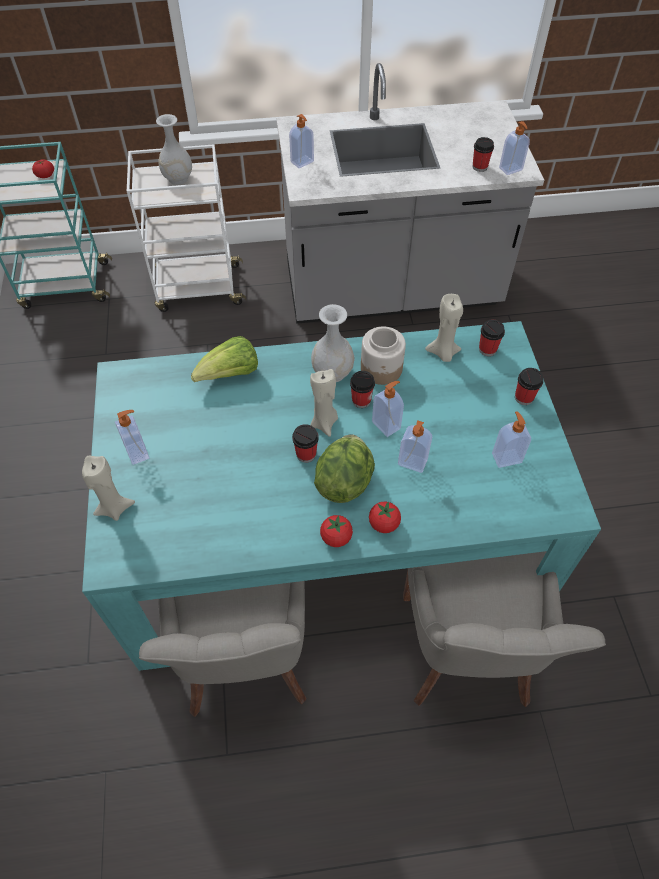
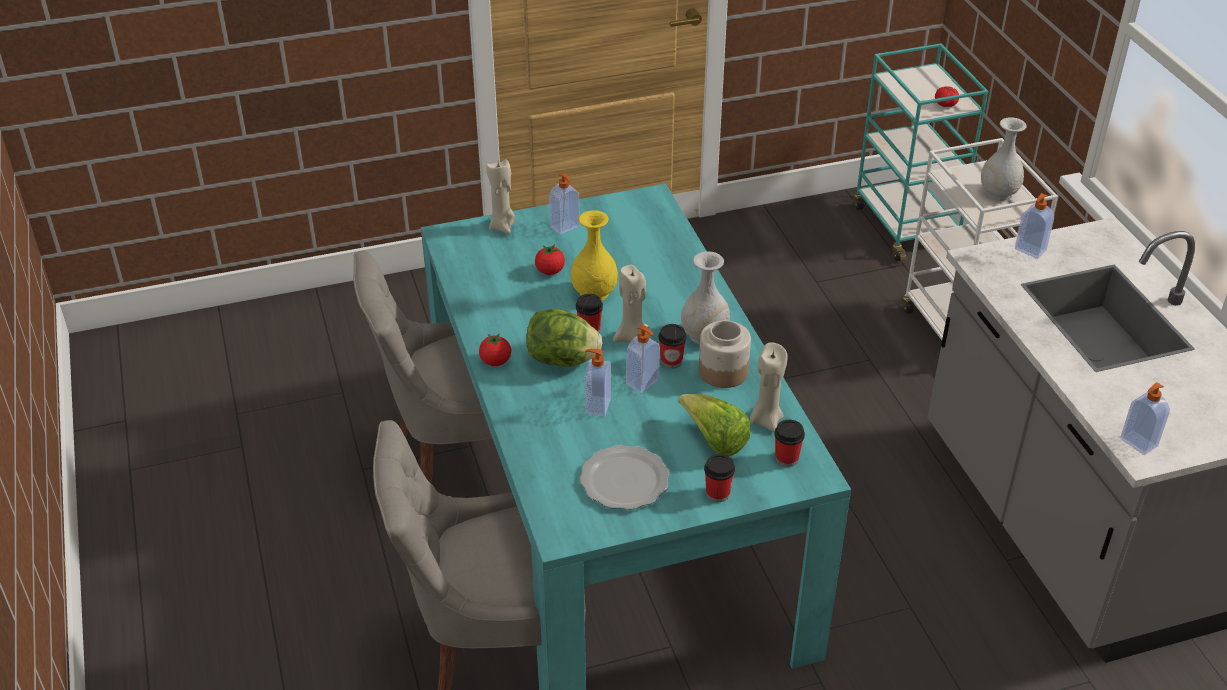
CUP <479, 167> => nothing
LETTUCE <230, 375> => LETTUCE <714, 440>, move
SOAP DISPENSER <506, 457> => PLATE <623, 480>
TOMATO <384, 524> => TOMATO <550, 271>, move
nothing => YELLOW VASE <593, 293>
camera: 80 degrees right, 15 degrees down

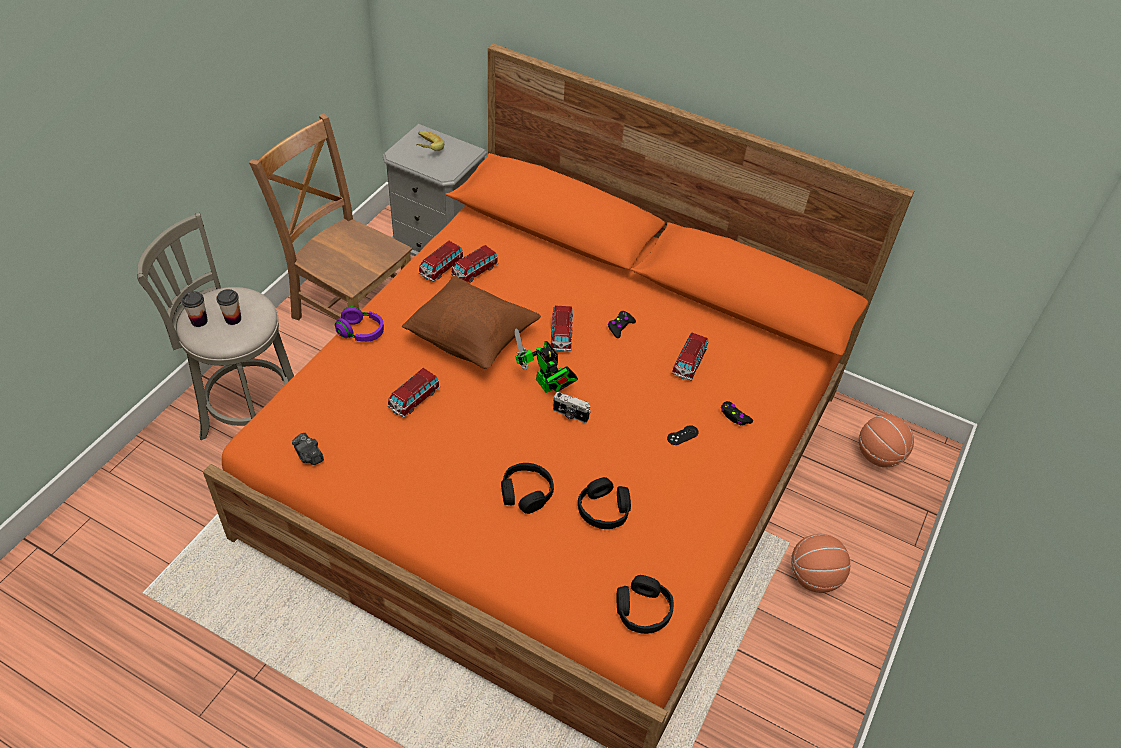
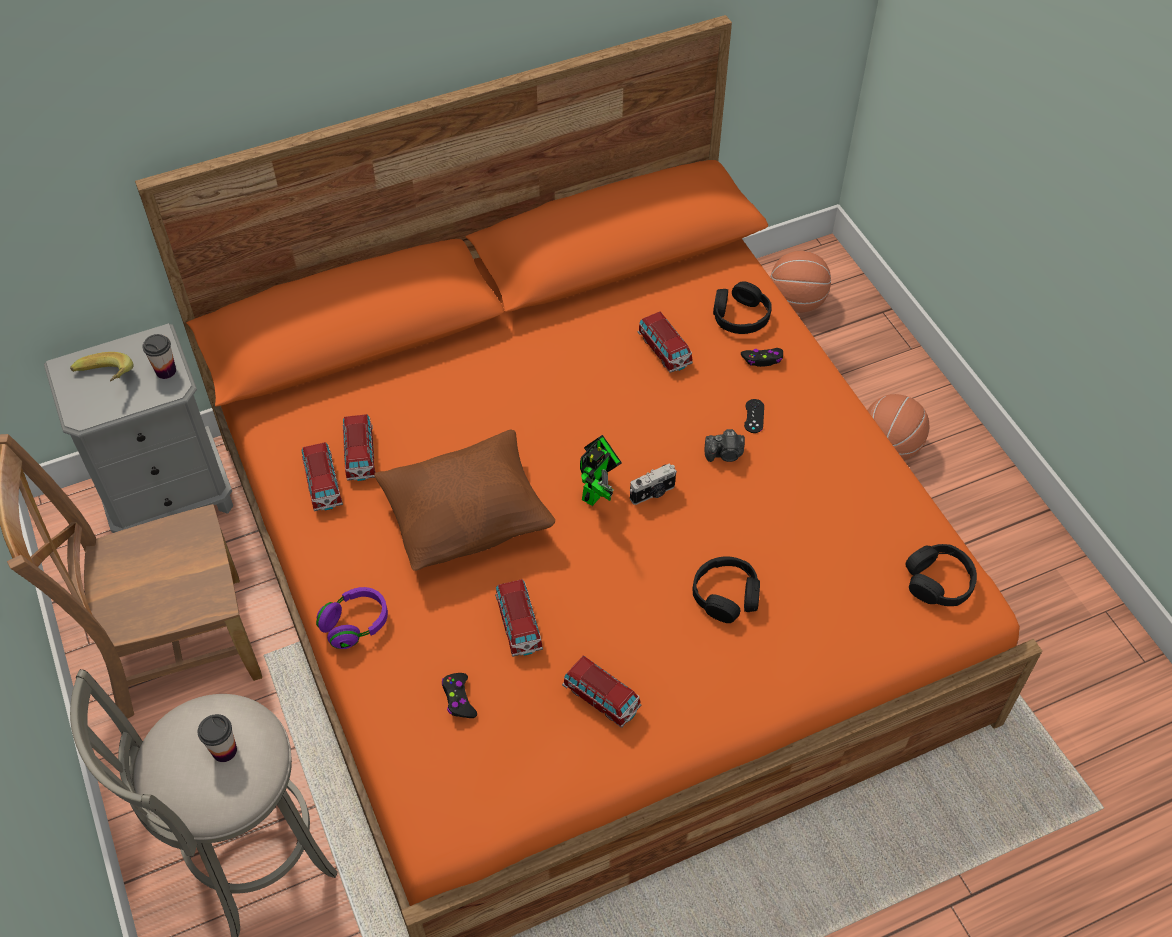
CUP <199, 321> => CUP <166, 371>, move
TOY CAR <561, 335> => TOY CAR <601, 698>, move
BLACK GAME CONTROLLER <620, 327> => BLACK GAME CONTROLLER <459, 699>, move
TOY ROBOT <547, 386> => TOY ROBOT <598, 490>, 60 degrees counterclockwise
PHOTO CAMERA <309, 456> => PHOTO CAMERA <725, 454>, move
BLACK HEADPHONES <604, 509> => BLACK HEADPHONES <740, 316>, move
camera: 50 degrees left, 5 degrees up

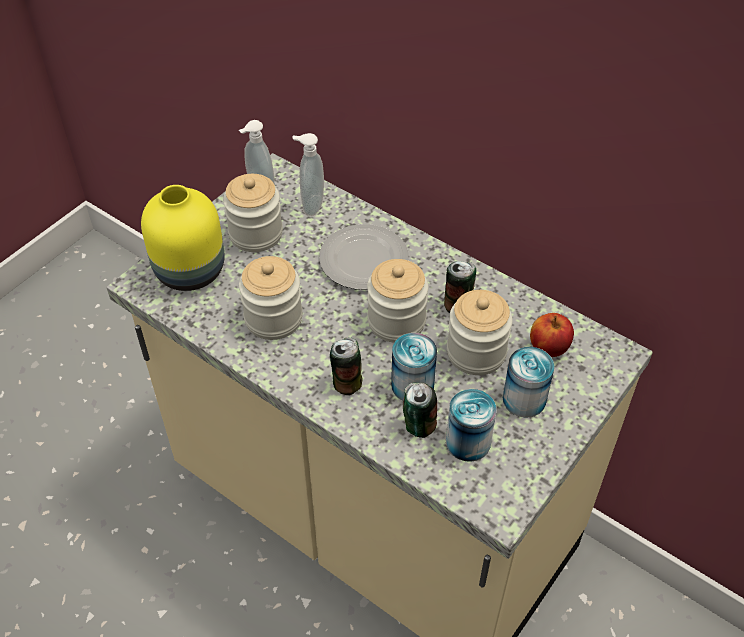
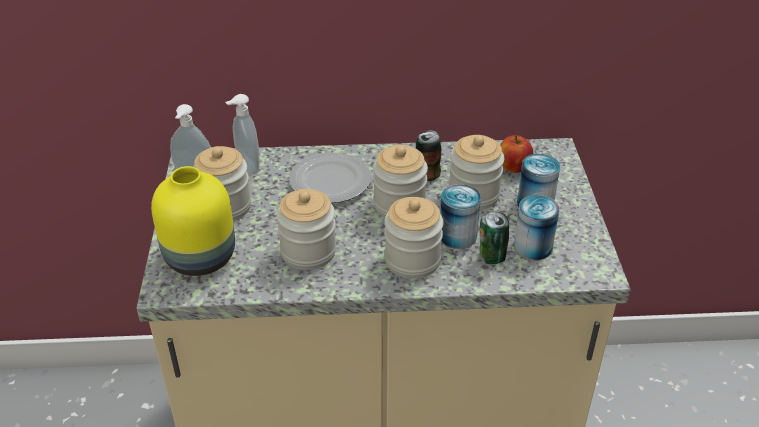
CAN <347, 382> => JAR <412, 260>
camera: 40 degrees left, 10 degrees down

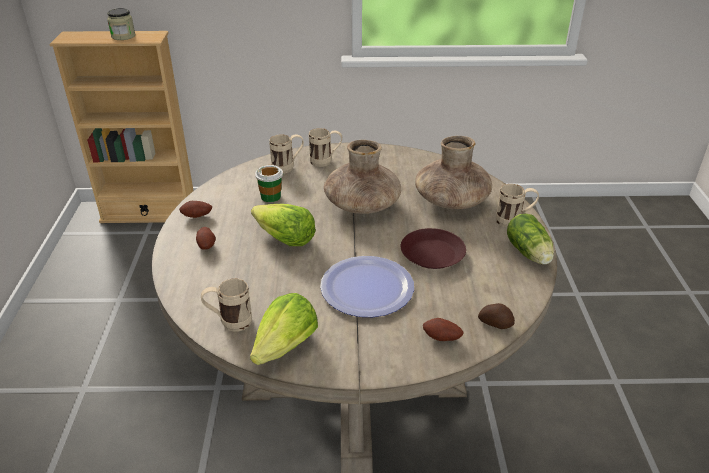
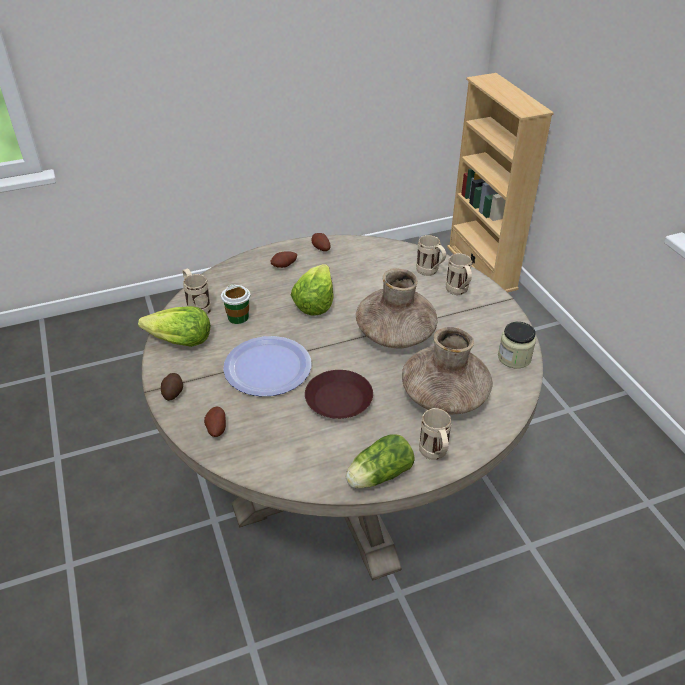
JAR <123, 36> => JAR <514, 358>, move
CUP <271, 196> => CUP <238, 317>, move
POTATO <495, 323> => POTATO <173, 392>, move
camera: 70 degrees right, 5 degrees up

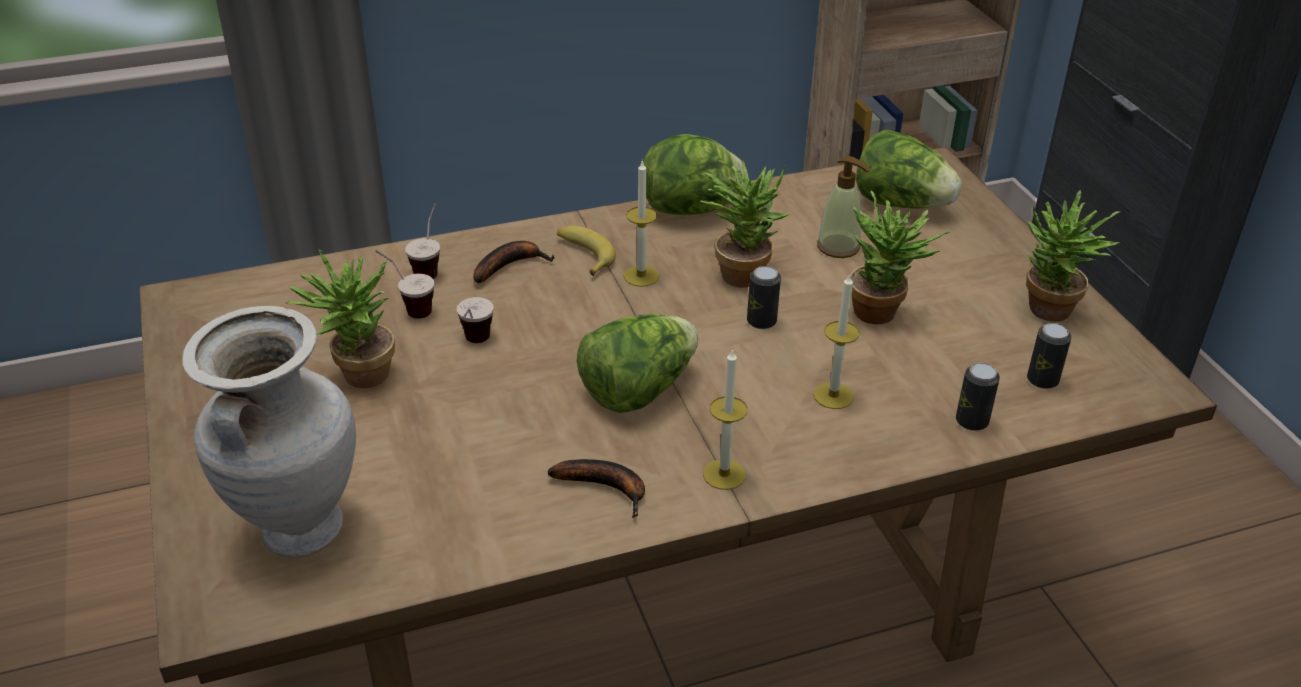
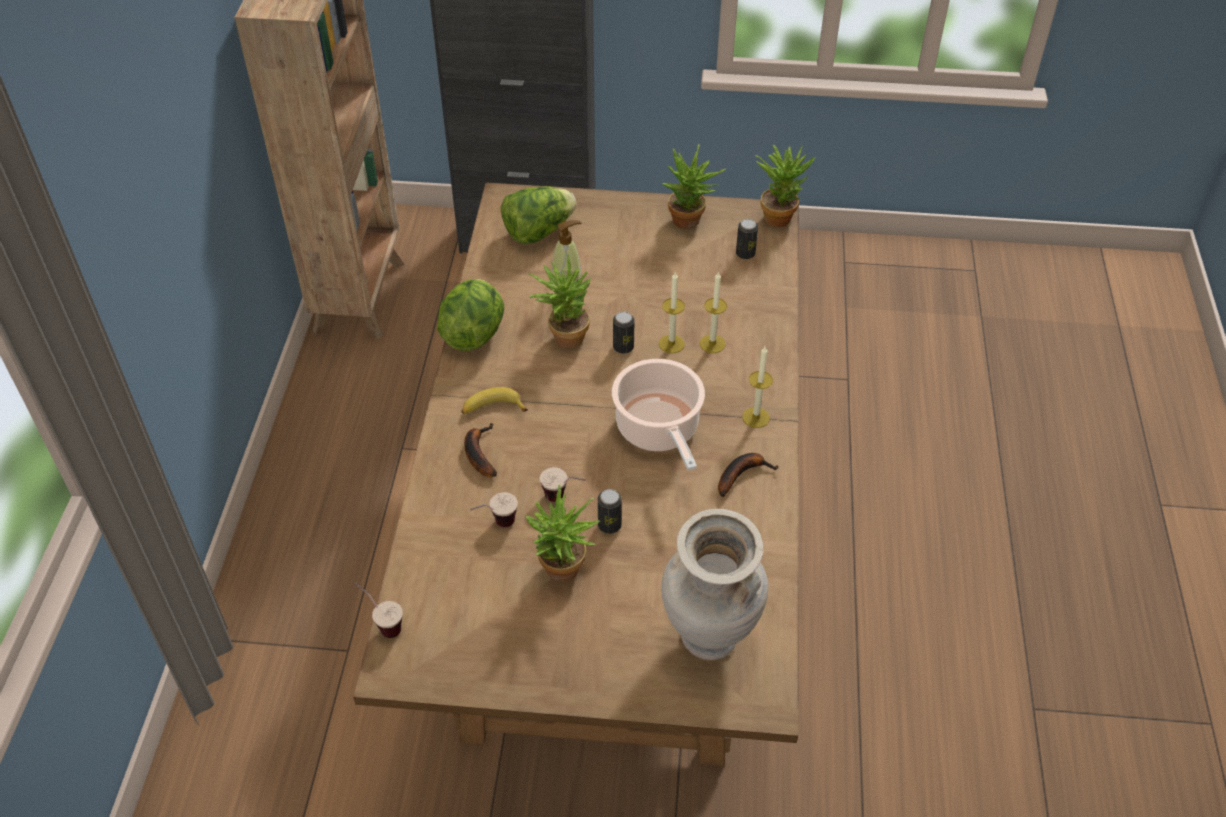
CANDLE <641, 276> => CANDLE <671, 344>, move
POTTED PLANT <883, 313> => POTTED PLANT <780, 215>, move
CUP <430, 267> => CUP <382, 623>, move
LETTUCE <638, 390> => COOKING POT <659, 430>
CAN <971, 421> => CAN <609, 525>, move
camera: 65 degrees left, 10 degrees up

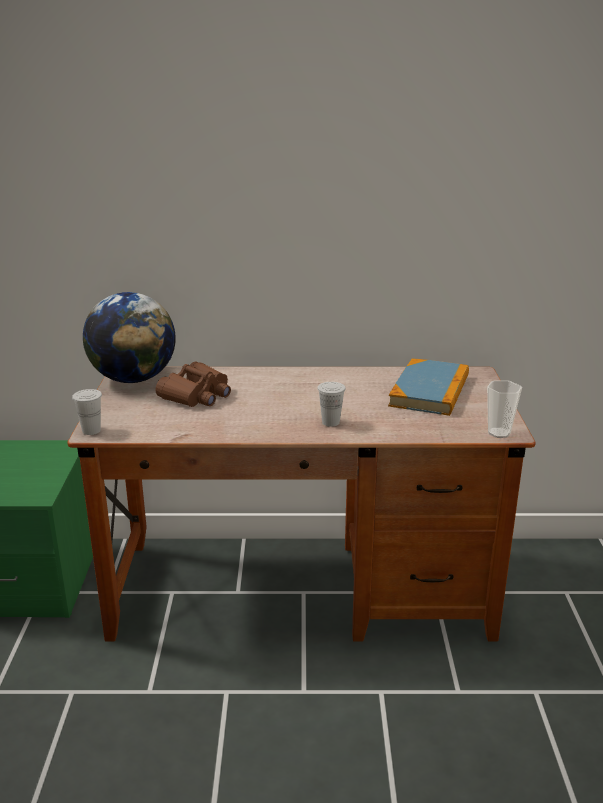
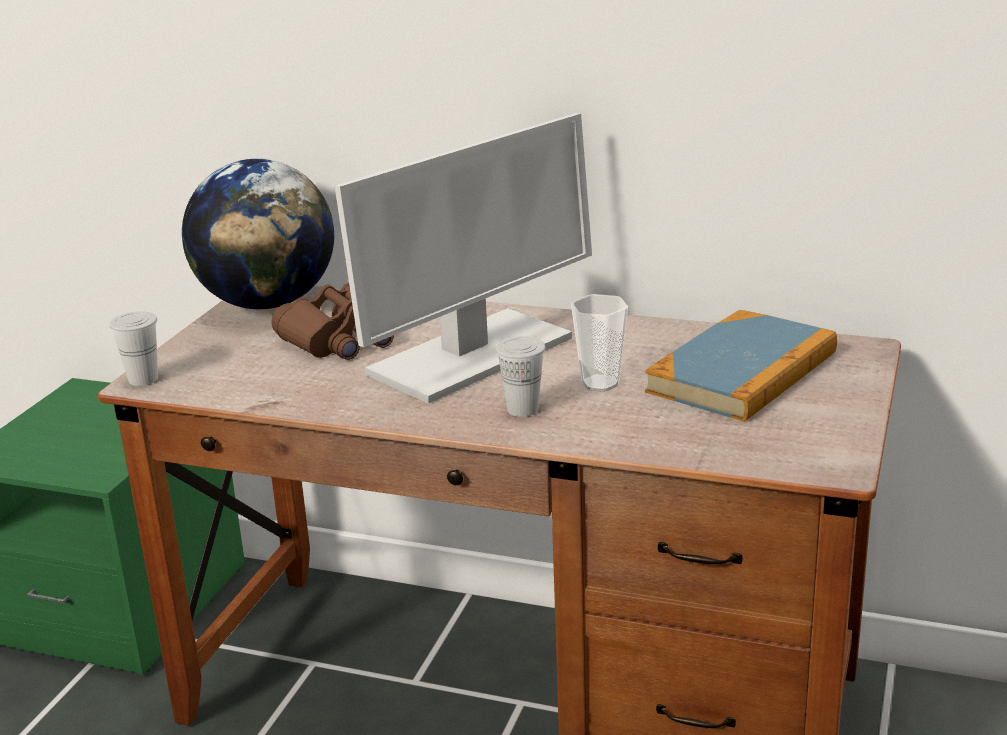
CUP <499, 433> => CUP <600, 383>, move
nothing => MONITOR <470, 357>
camera: 20 degrees right, 0 degrees up

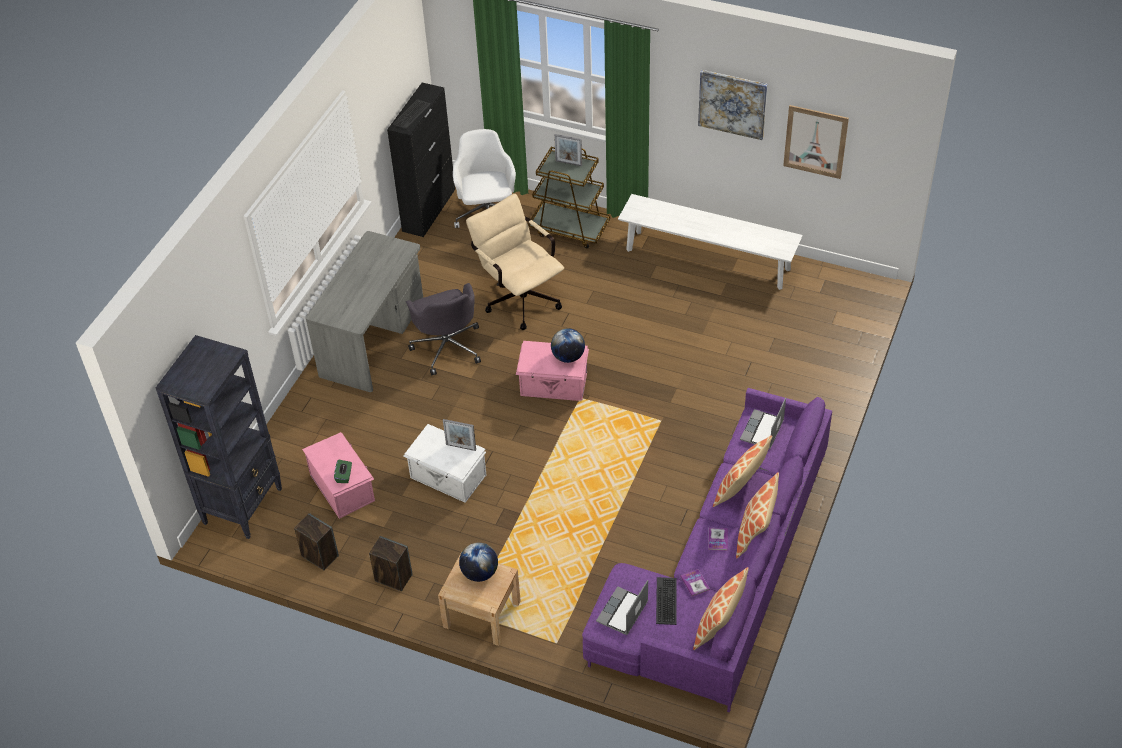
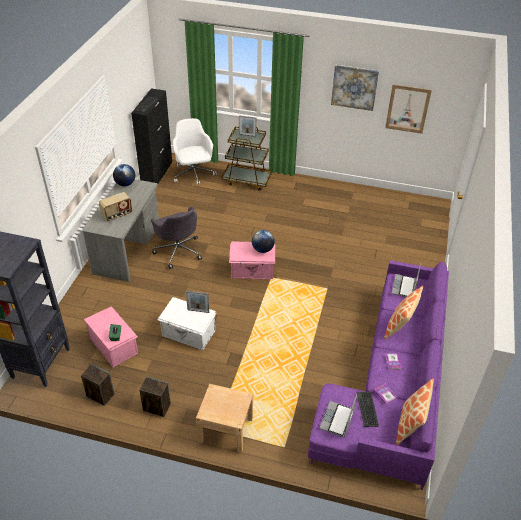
BEIGE OFFICE CHAIR <519, 297> => nothing
WHITE BENCH <707, 259> => nothing
PILLOW <755, 533> => nothing
GLOBE <479, 573> => GLOBE <125, 184>, move
nothing => RADIO <117, 214>
camera: 10 degrees left, 5 degrees down

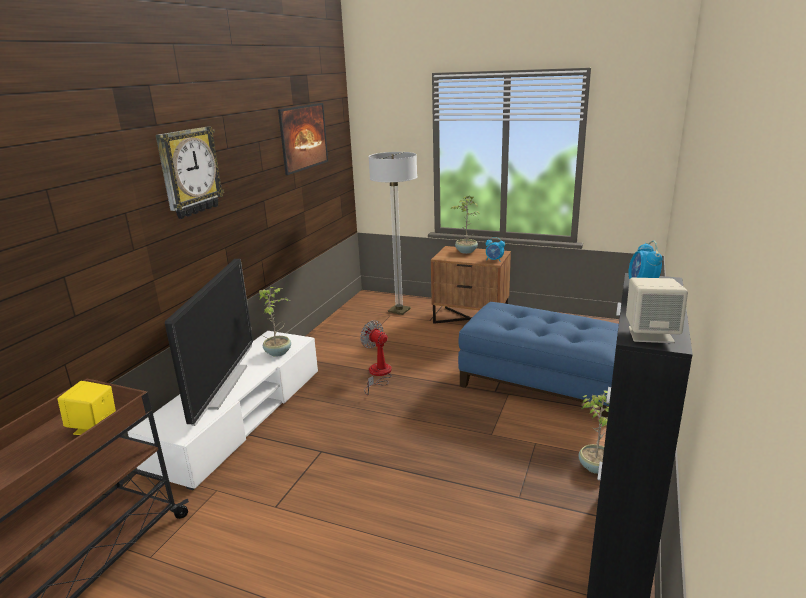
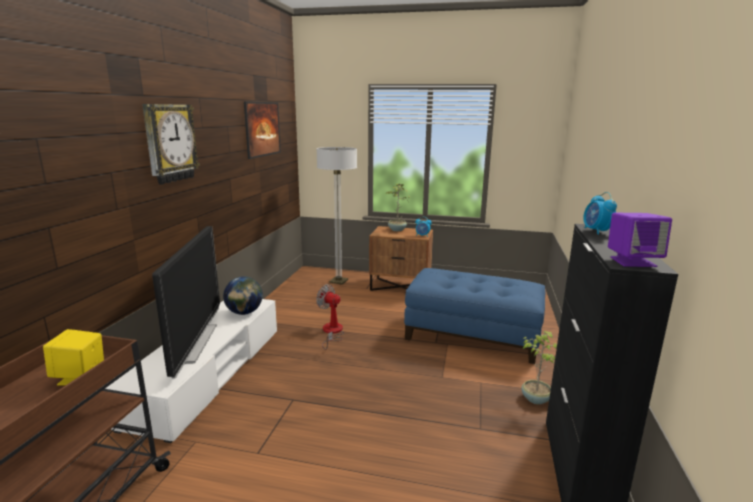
BEIGE SPEAKER <650, 334> => PURPLE SPEAKER <632, 261>
POTTED PLANT <278, 352> => GLOBE <244, 313>
camera: 10 degrees left, 5 degrees down

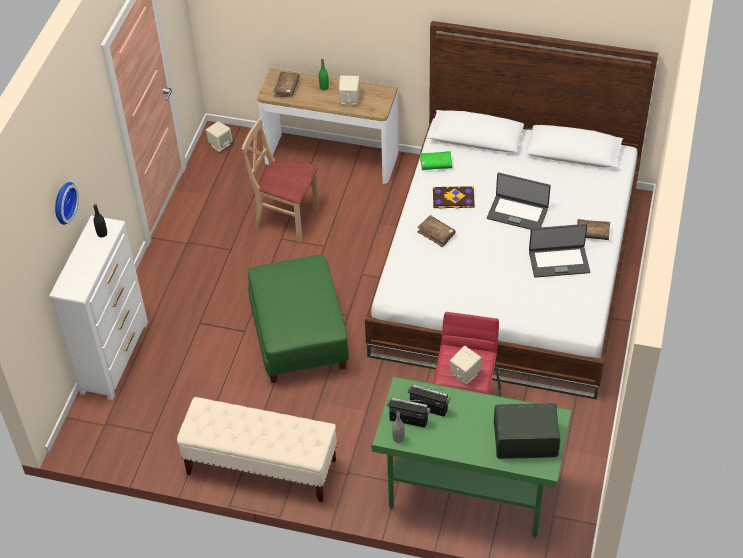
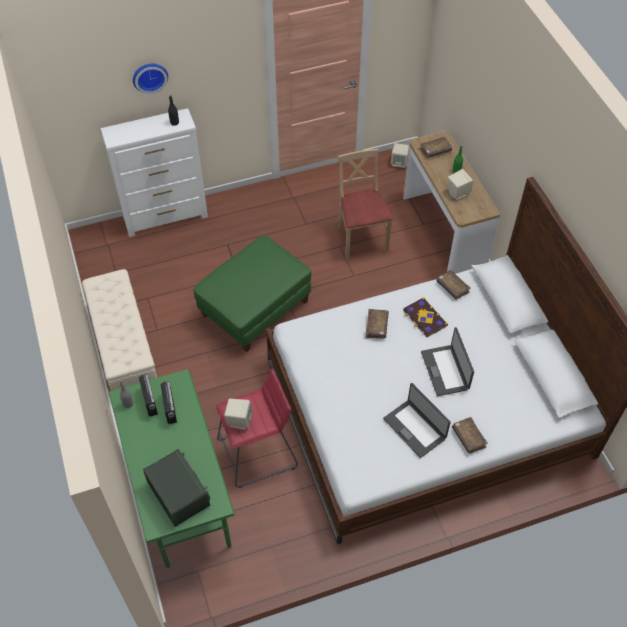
GREEN BOOK <436, 164> => BROWN BOOK <452, 287>
camera: 55 degrees right, 5 degrees up

